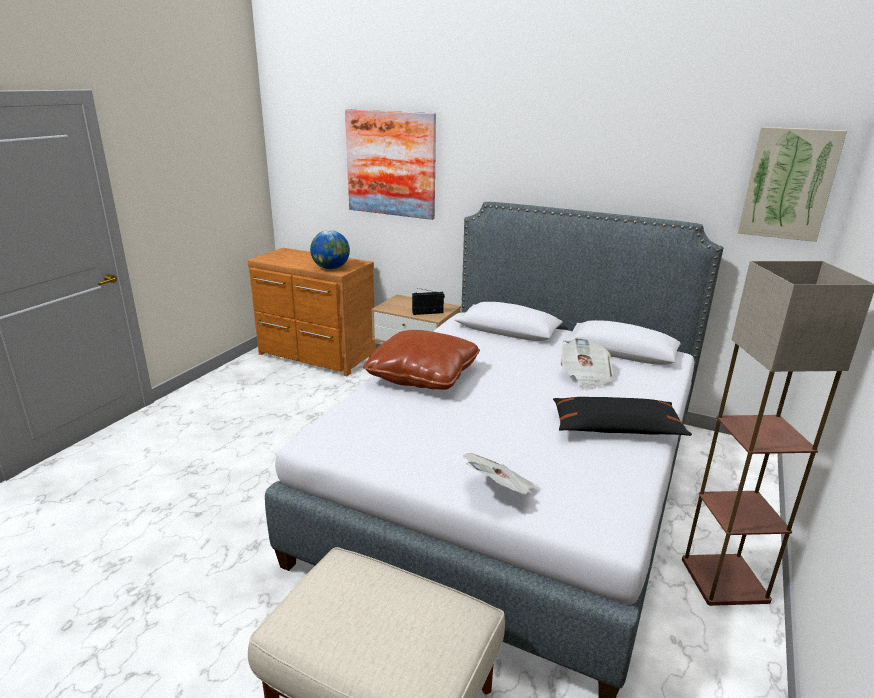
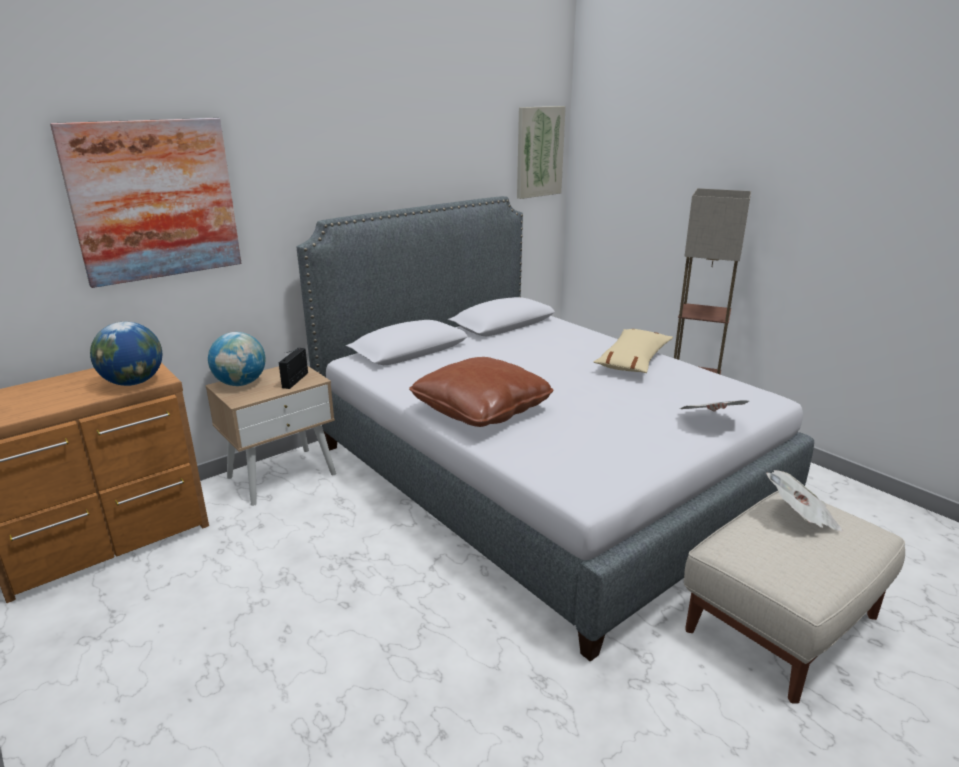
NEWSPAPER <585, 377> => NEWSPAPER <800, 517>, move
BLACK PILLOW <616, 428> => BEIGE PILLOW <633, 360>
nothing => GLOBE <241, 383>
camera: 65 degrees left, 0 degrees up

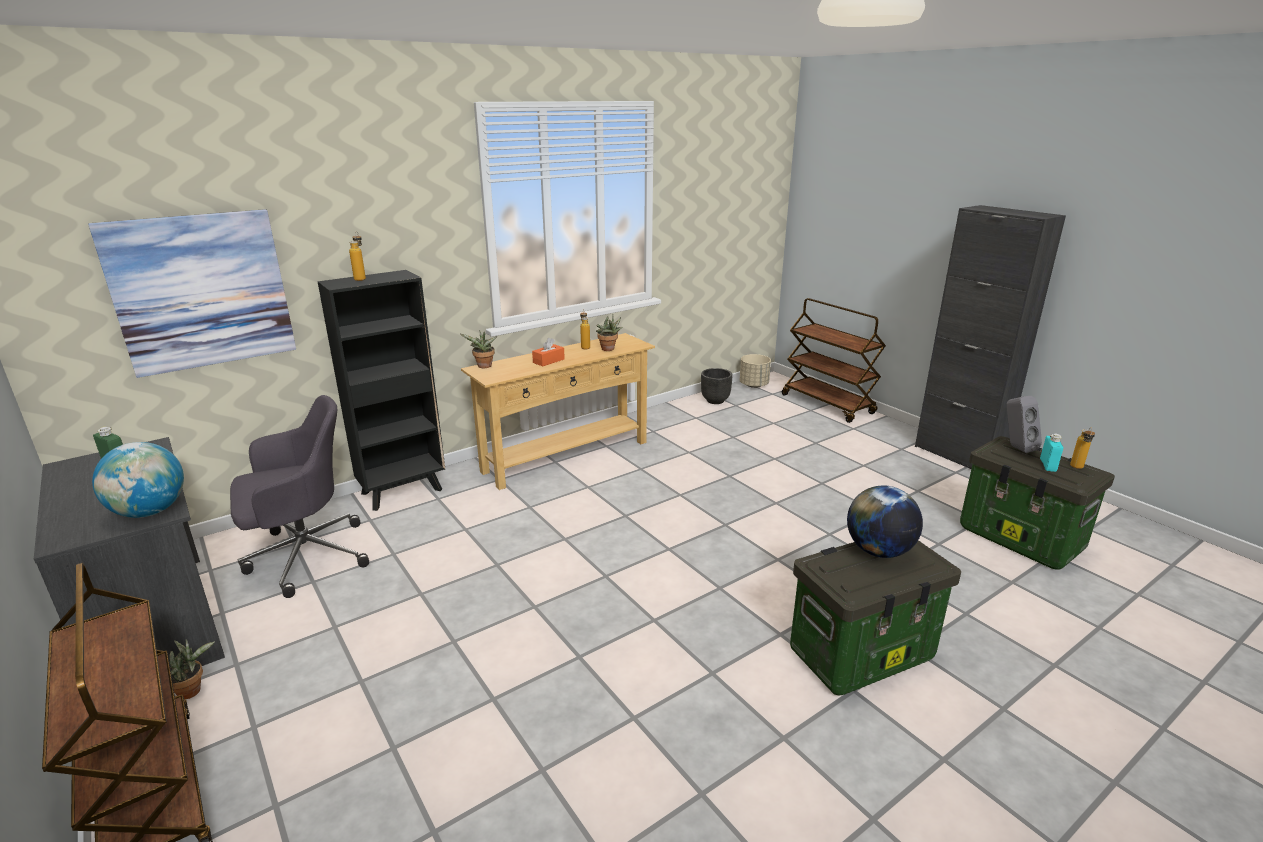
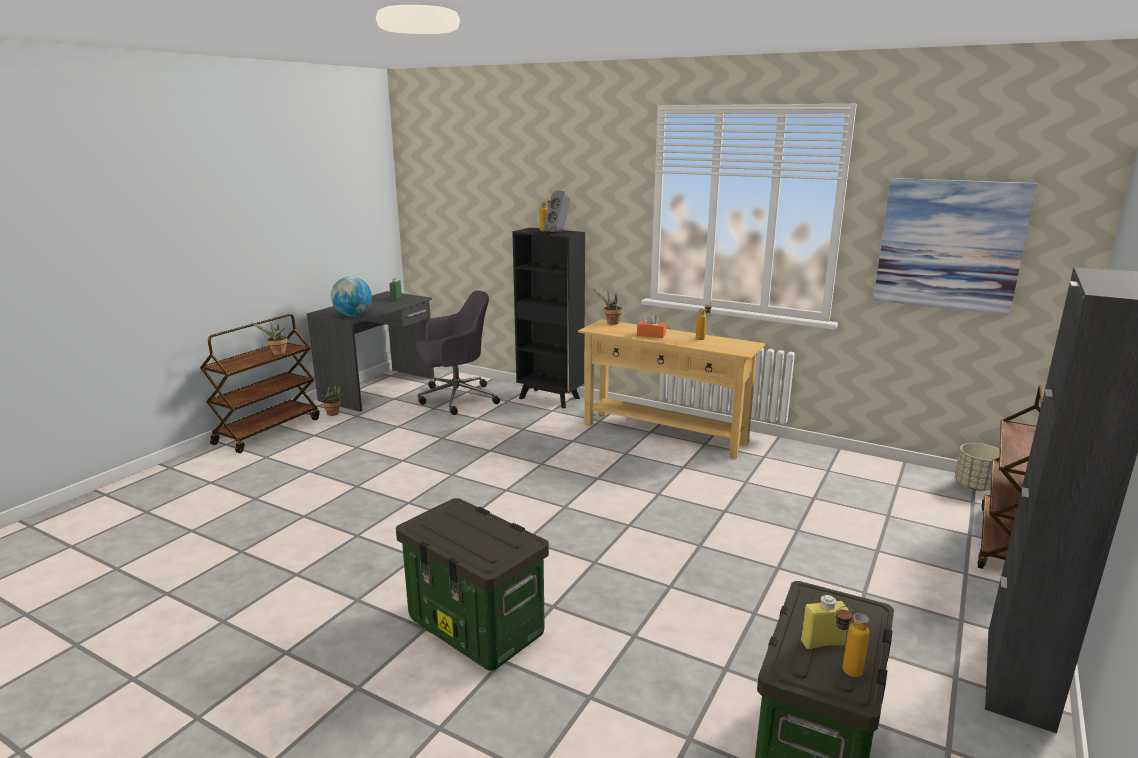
PICTURE <201, 291> => PICTURE <949, 245>, move
POTTED PLANT <609, 349> => POTTED PLANT <277, 354>, move
BLACK PLANTER <715, 401> => nothing
GREY OFFICE CHAIR <305, 556> => GREY OFFICE CHAIR <456, 398>, 60 degrees counterclockwise
GREY SPEAKER <1015, 447> => GREY SPEAKER <559, 232>, move
TURQUOISE BOTTLE <1048, 465> => YELLOW BOTTLE <822, 642>
GLOBE <878, 551> => nothing
camera: 65 degrees right, 5 degrees down

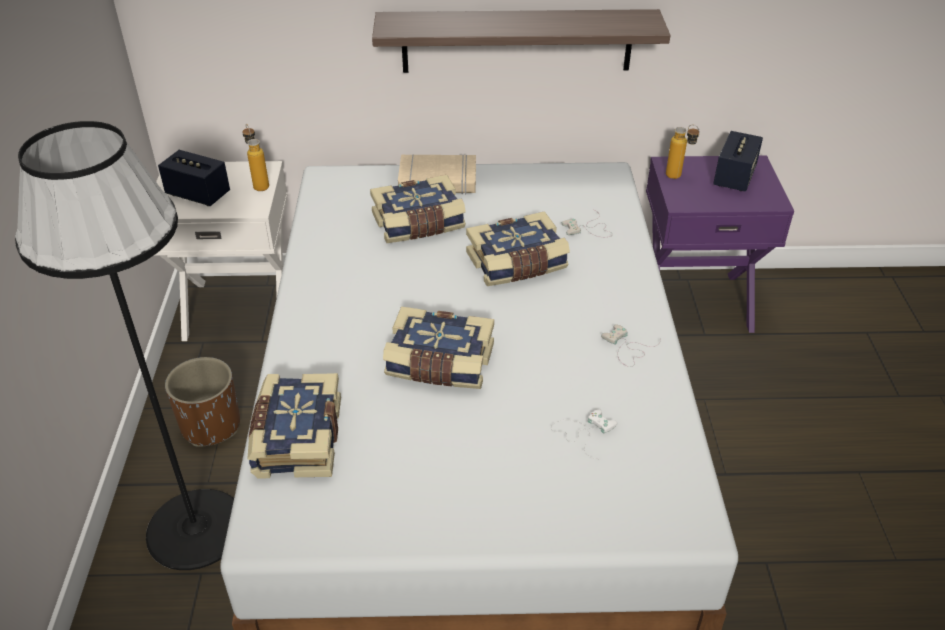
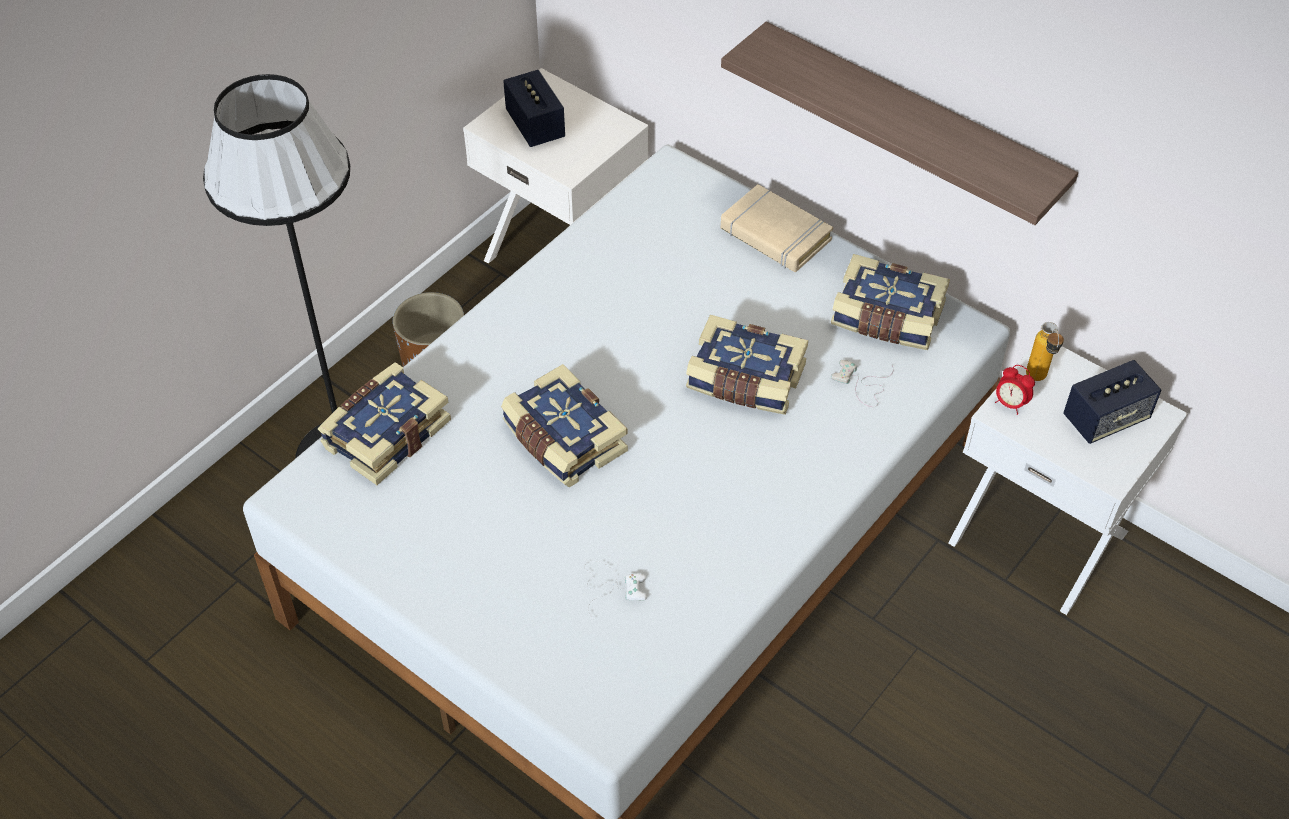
BOTTLE <259, 184> => nothing
PURPLE NIGHTSTAND <694, 301> => WHITE NIGHTSTAND <1039, 535>
BOOK <419, 223> => BOOK <886, 318>, move
WHITE GAME CONTROLLER <627, 348> => nothing
nothing => ALARM CLOCK <1010, 404>
camera: 40 degrees right, 10 degrees up

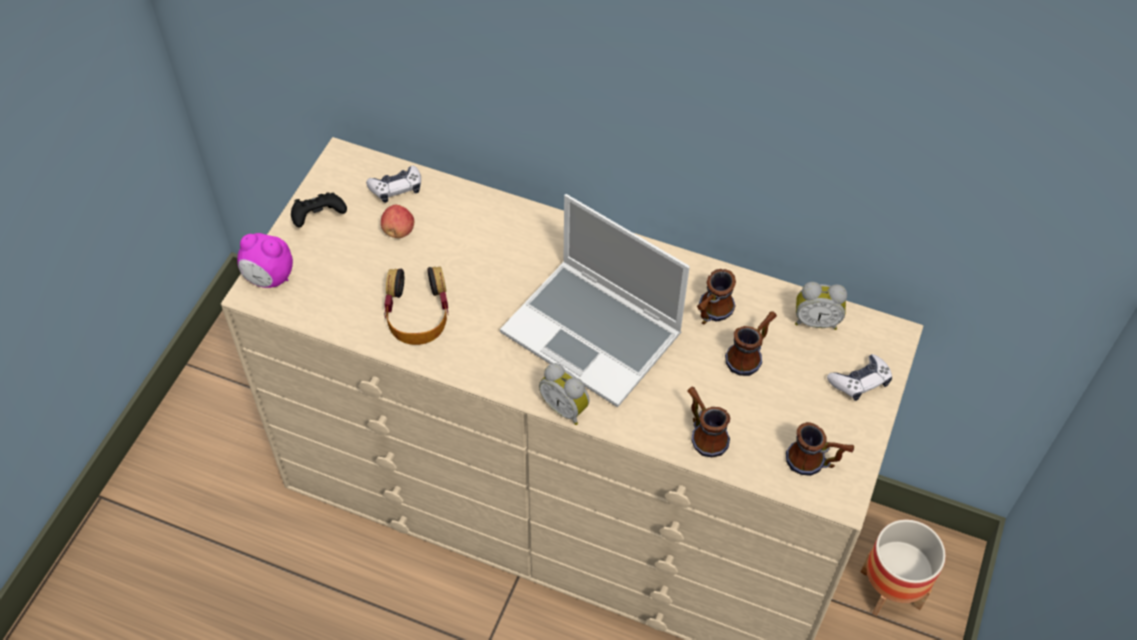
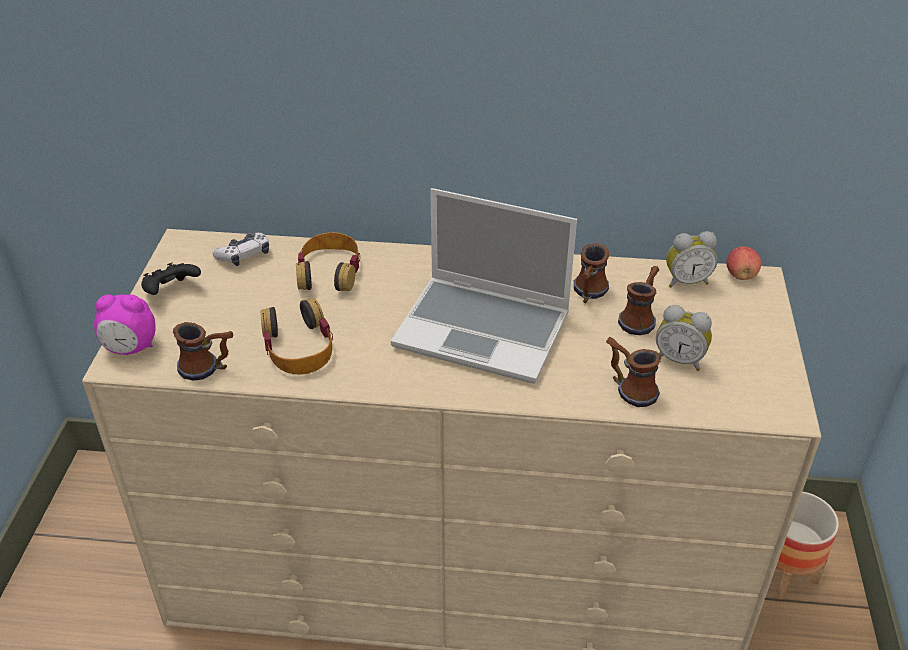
APPLE <399, 231> => APPLE <740, 275>, move
GAME CONTROLLER <860, 382> => nothing
ALARM CLOCK <566, 407> => ALARM CLOCK <679, 359>, move
MUG <815, 462> => MUG <208, 368>, move
nothing => HEADPHONES <329, 271>
camera: 15 degrees left, 15 degrees down

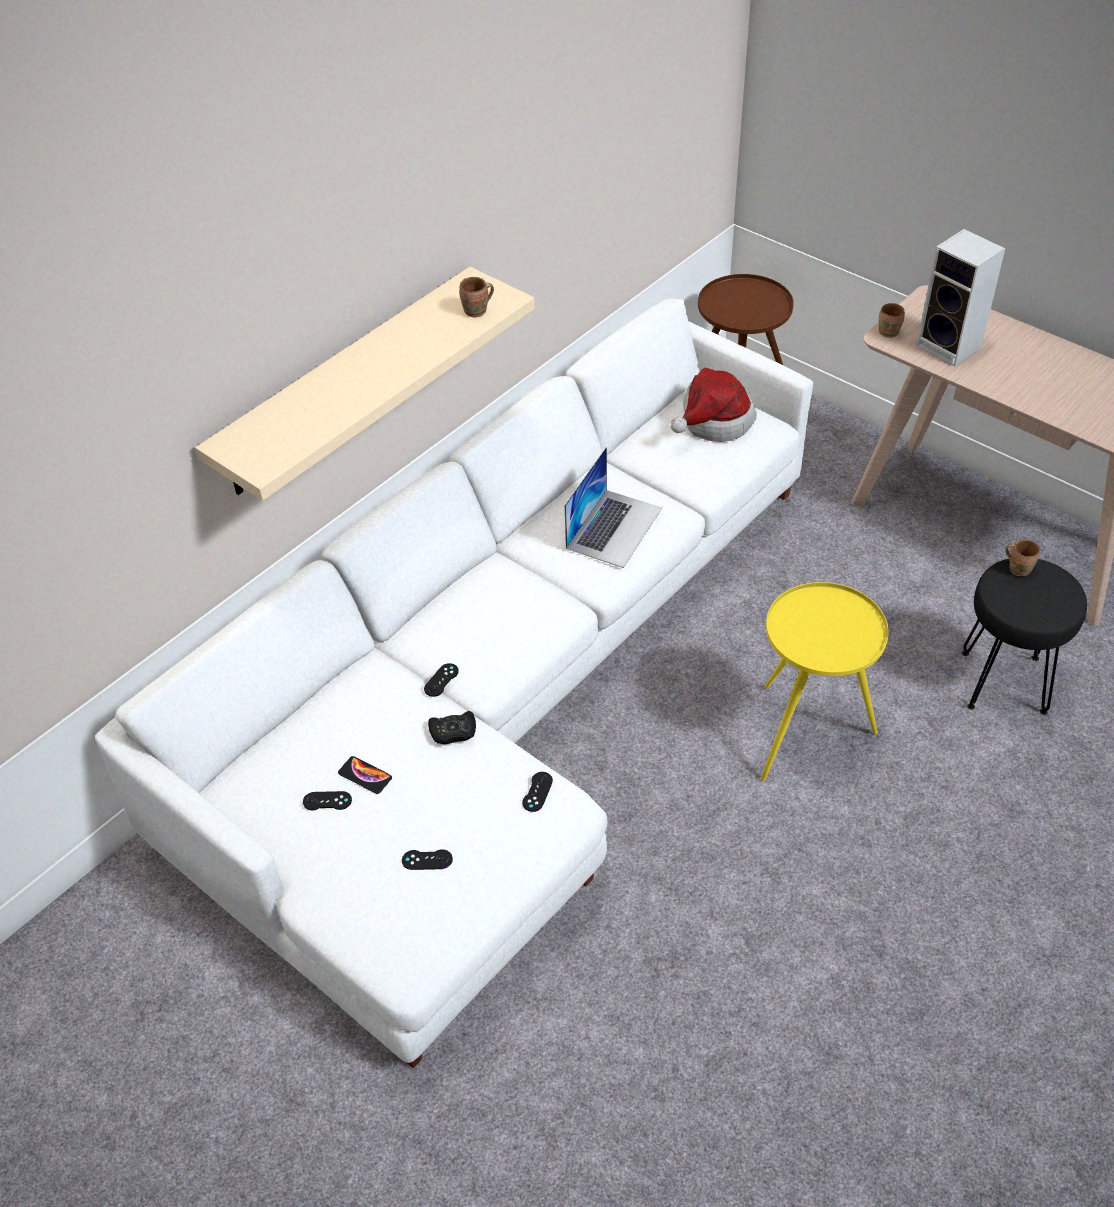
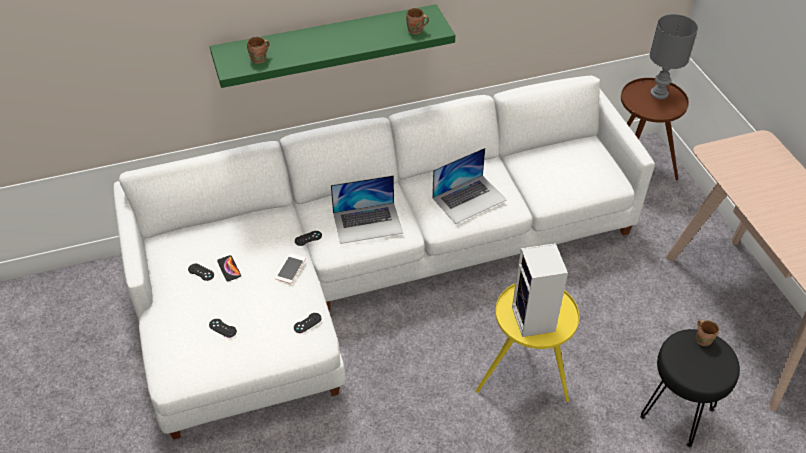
SPEAKER <951, 347> => SPEAKER <534, 320>, move
BEIGE SHELF <347, 382> => GREEN SHELF <327, 45>
BROWN MUG <890, 332> => BROWN MUG <260, 59>, move
HAT <712, 422> => nothing
BLACK GAME CONTROLLER <453, 732> => PHONE <290, 268>
nothing => GREY TABLE LAMP <658, 94>
nothing => LAPTOP <367, 222>
camera: 30 degrees right, 0 degrees up

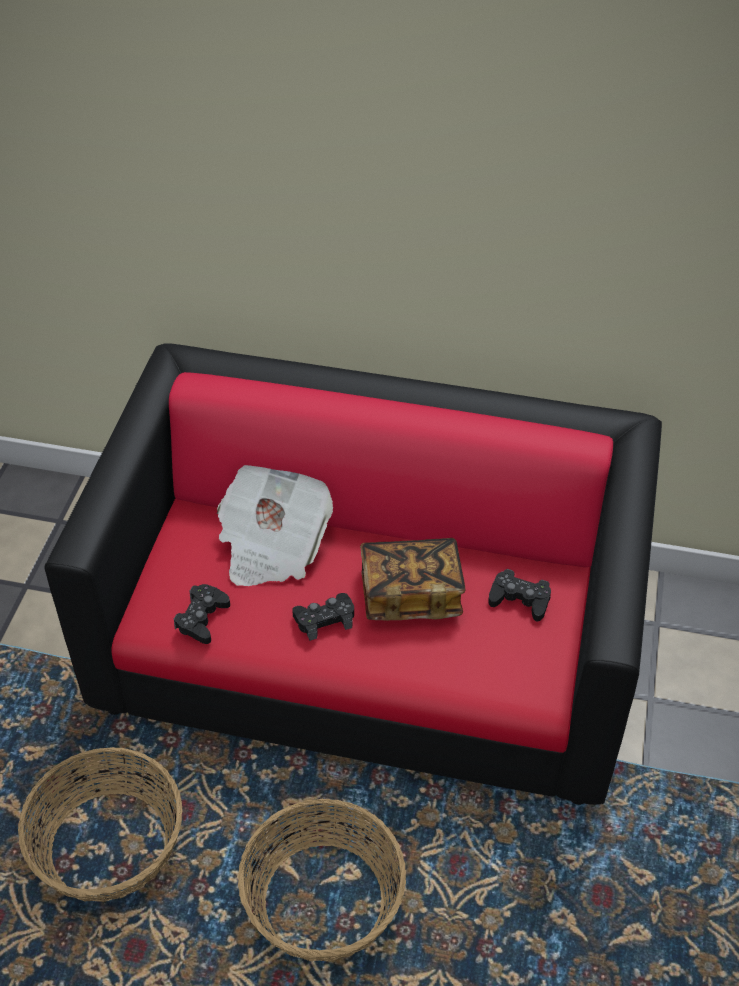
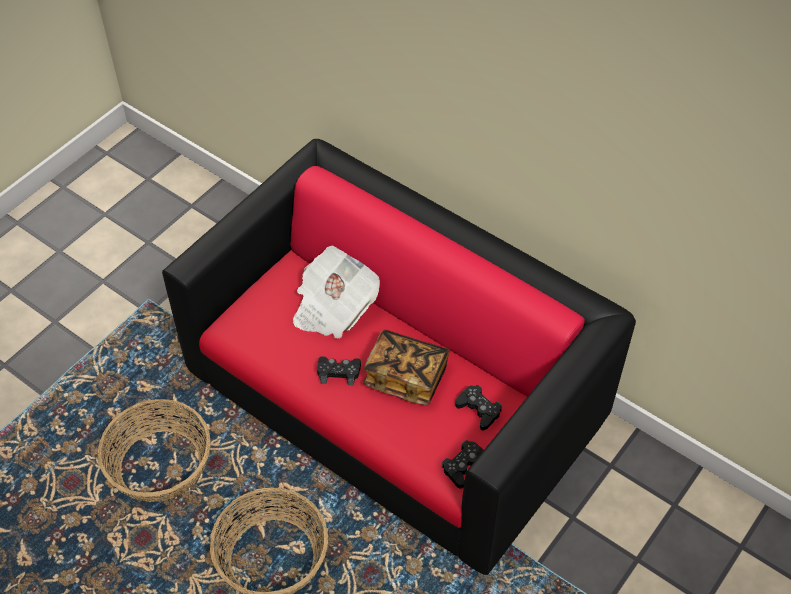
BLACK GAME CONTROLLER <202, 618> => BLACK GAME CONTROLLER <464, 466>, move
camera: 25 degrees right, 5 degrees up

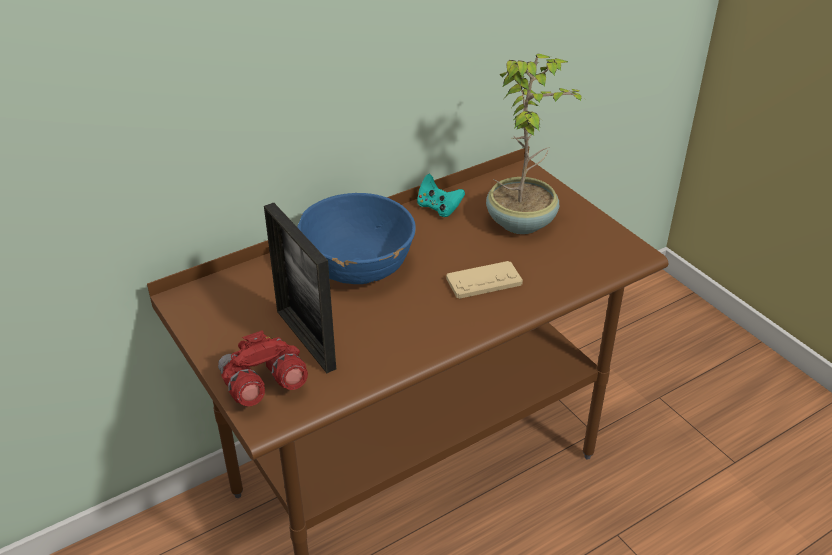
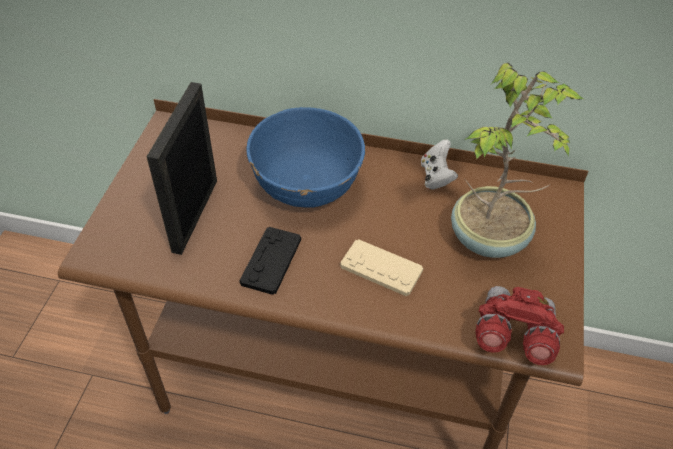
TURQUOISE GAME CONTROLLER <438, 208> => WHITE GAME CONTROLLER <436, 176>
RED BINOCULARS <262, 386> => RED BINOCULARS <513, 335>, move
nothing => BLACK GAME CONTROLLER <271, 261>
camera: 45 degrees right, 10 degrees up

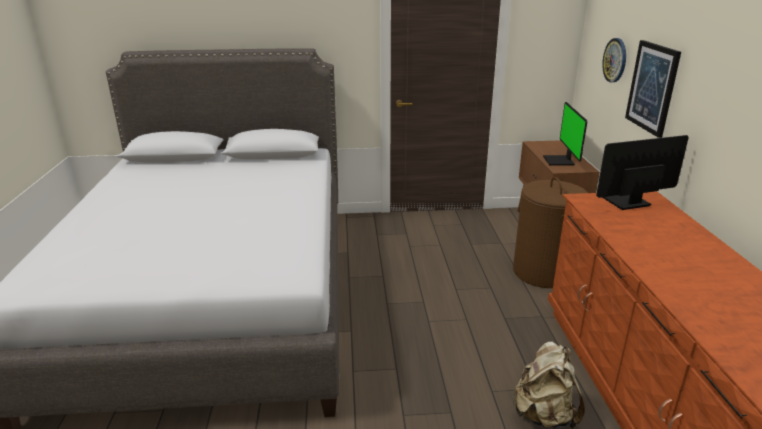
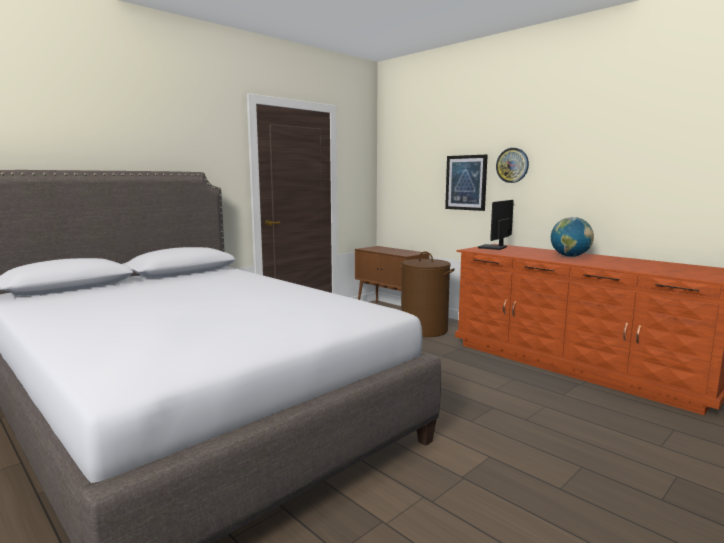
WALL CLOCK <615, 60> => WALL CLOCK <512, 165>, move
MONITOR <560, 161> => nothing
BEIGE BACKPACK <543, 415> => nothing
nothing => GLOBE <570, 256>
camera: 40 degrees left, 15 degrees down

